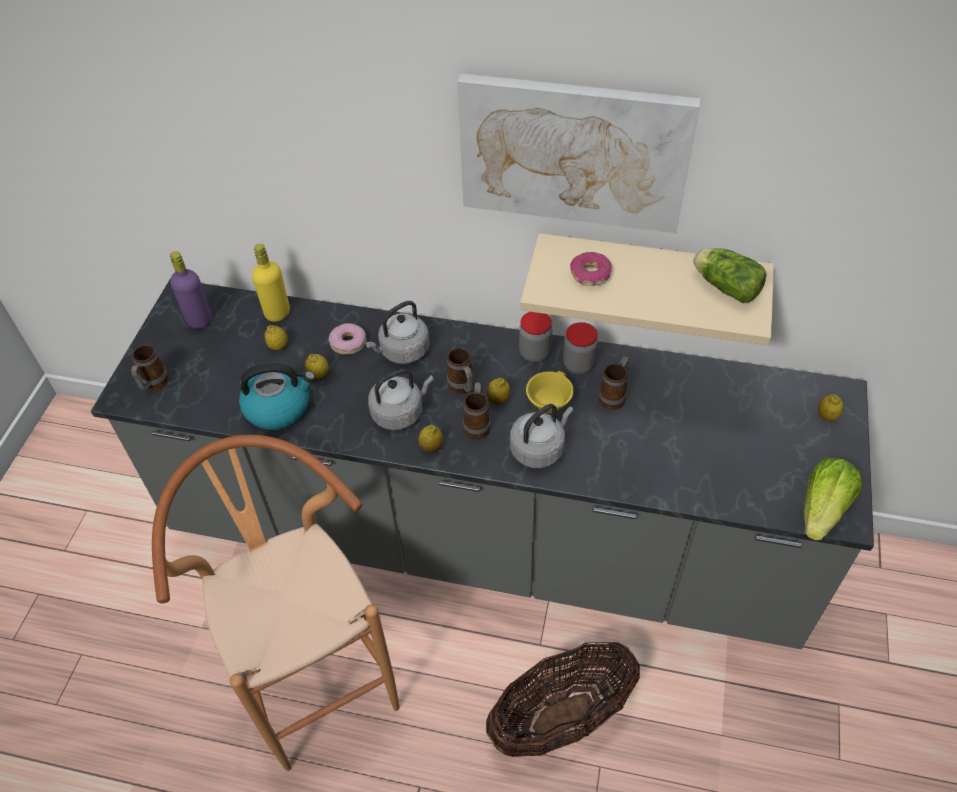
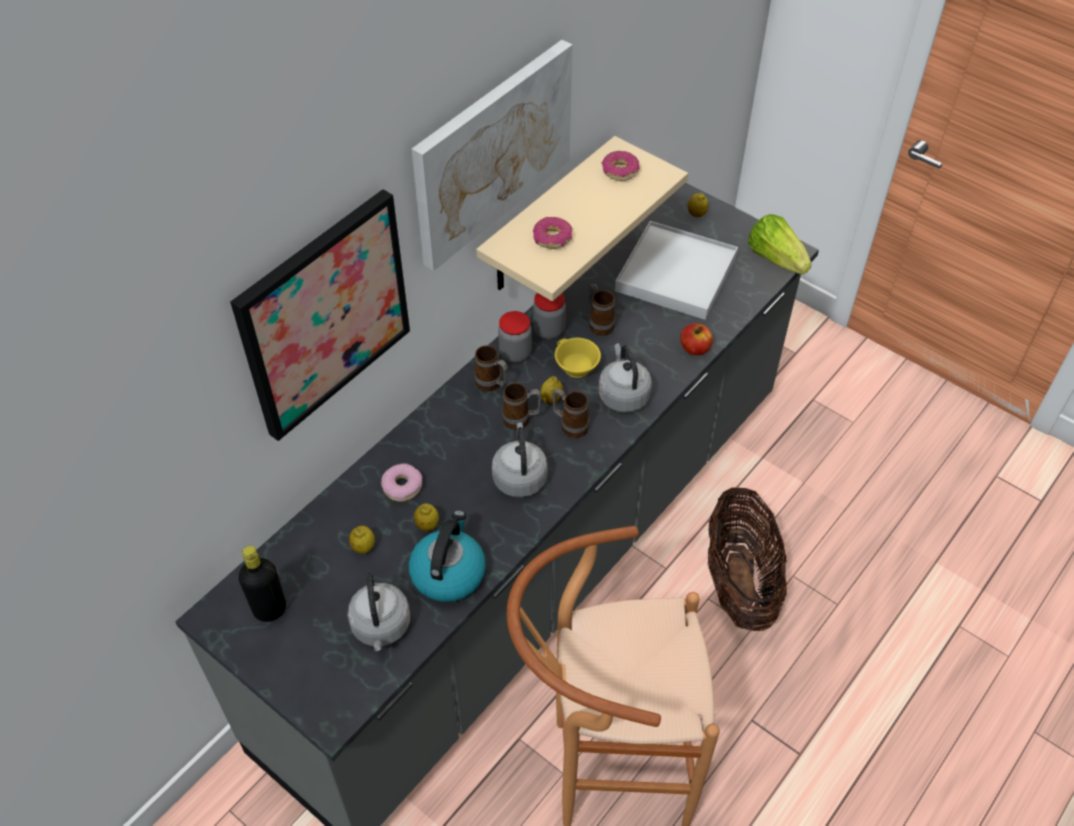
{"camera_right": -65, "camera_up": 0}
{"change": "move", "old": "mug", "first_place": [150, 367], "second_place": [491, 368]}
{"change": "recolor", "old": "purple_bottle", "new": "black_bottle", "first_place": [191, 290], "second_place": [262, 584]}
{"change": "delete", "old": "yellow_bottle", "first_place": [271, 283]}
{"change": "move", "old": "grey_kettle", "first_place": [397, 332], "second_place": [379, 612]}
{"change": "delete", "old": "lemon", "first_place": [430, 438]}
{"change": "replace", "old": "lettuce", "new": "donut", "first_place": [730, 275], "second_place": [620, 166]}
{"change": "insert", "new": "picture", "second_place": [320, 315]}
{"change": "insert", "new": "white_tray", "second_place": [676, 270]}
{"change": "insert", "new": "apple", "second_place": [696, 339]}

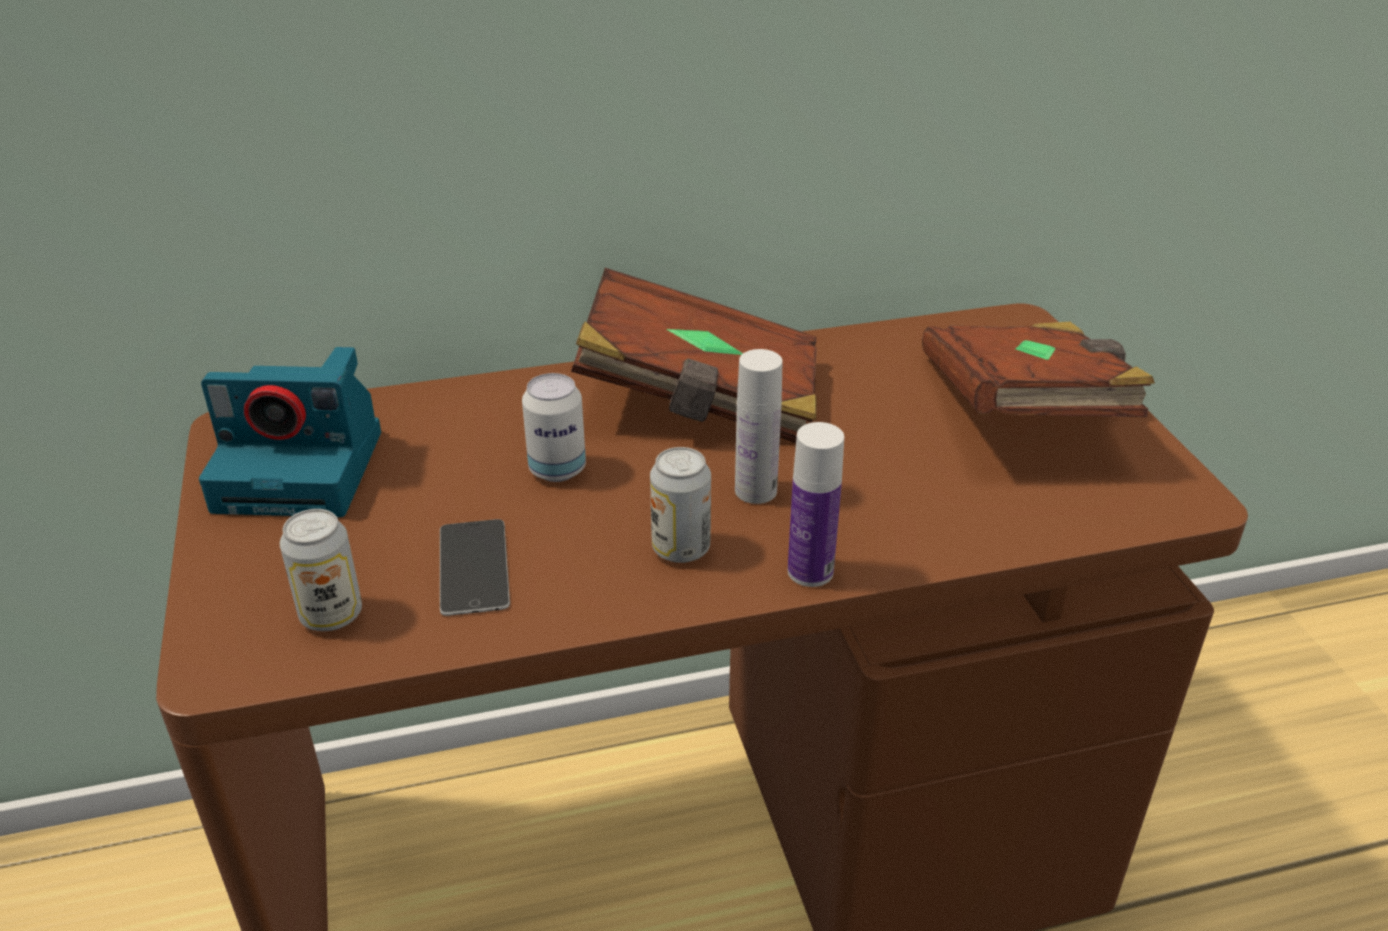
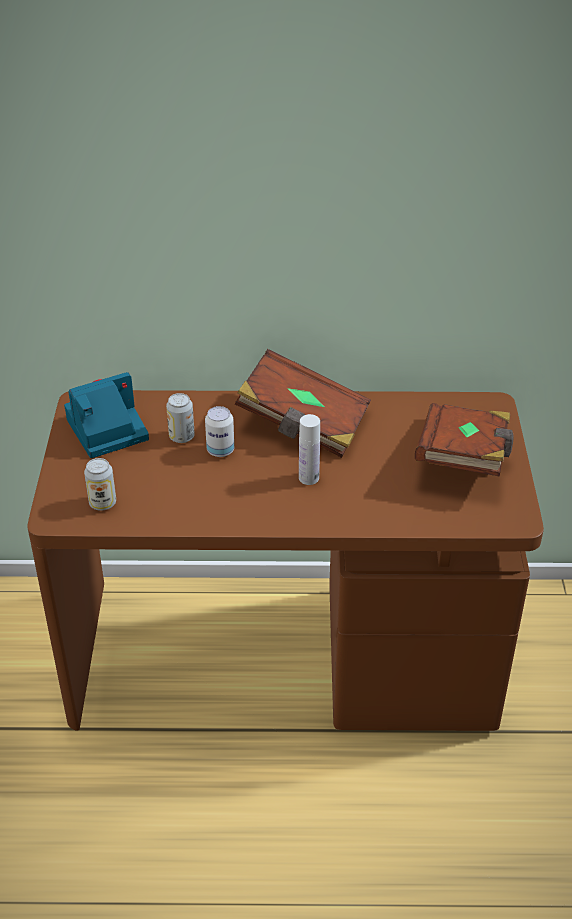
{"camera_right": 15, "camera_up": 5}
{"change": "rotate", "old": "photo_camera", "first_place": [290, 432], "second_place": [106, 415], "degrees": 135}
{"change": "delete", "old": "phone", "first_place": [475, 567]}
{"change": "move", "old": "can", "first_place": [680, 505], "second_place": [180, 418]}
{"change": "delete", "old": "bottle", "first_place": [816, 504]}

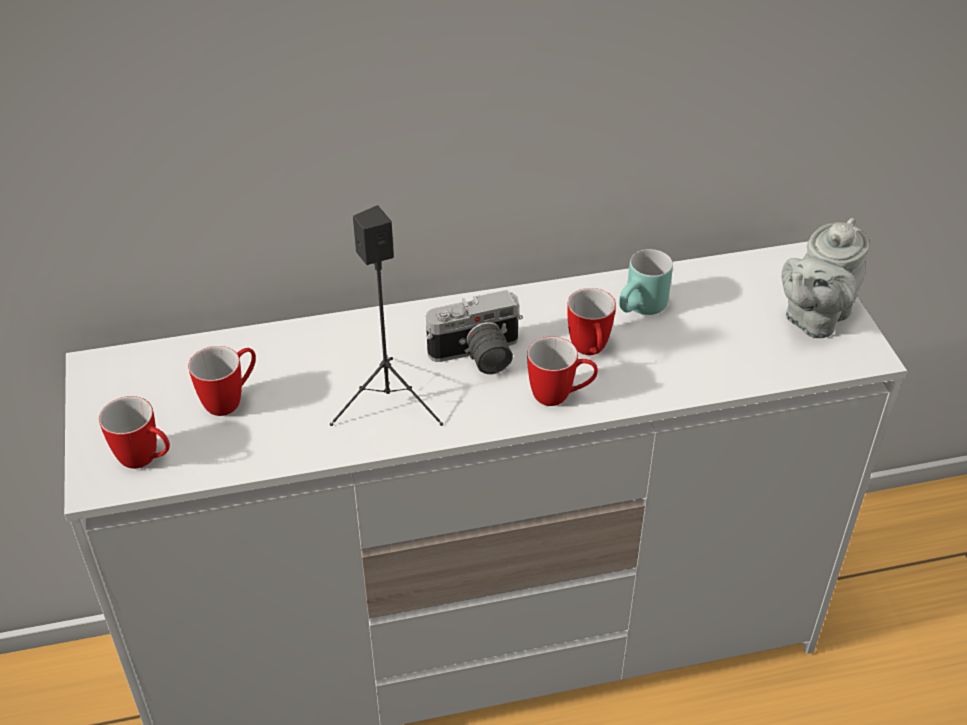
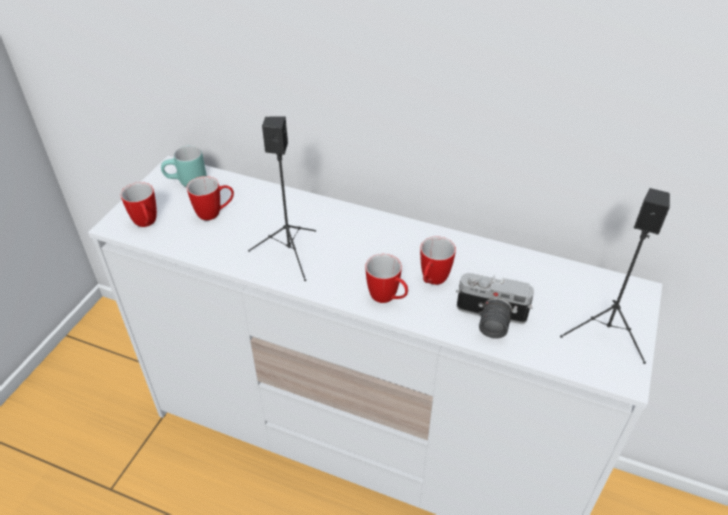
{"camera_right": 35, "camera_up": 0}
{"change": "move", "old": "photo_camera", "first_place": [474, 332], "second_place": [495, 306]}
{"change": "move", "old": "turquoise_mug", "first_place": [646, 282], "second_place": [184, 166]}
{"change": "replace", "old": "grey_teapot", "new": "black_speaker", "first_place": [825, 278], "second_place": [615, 276]}

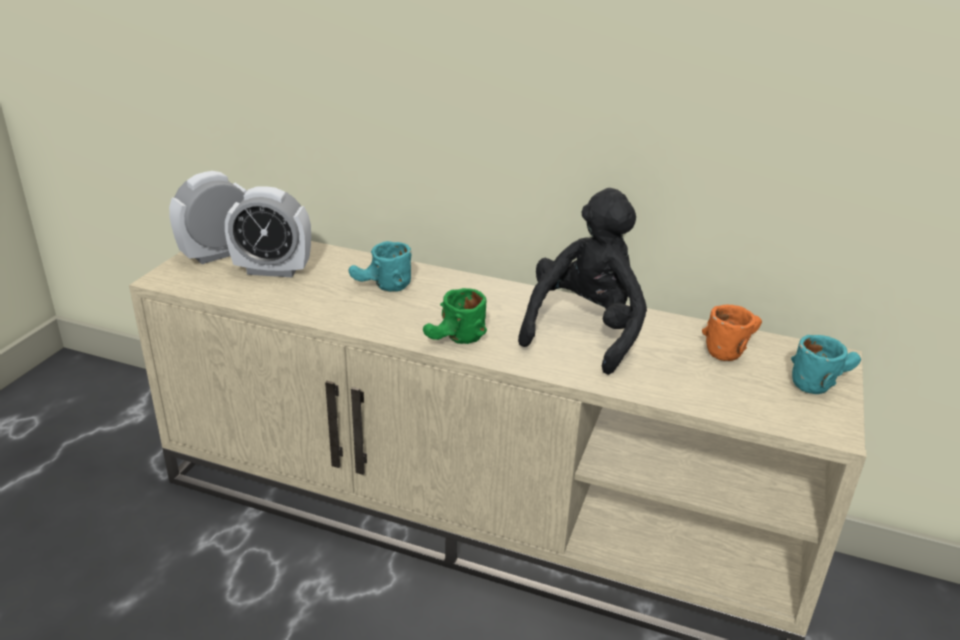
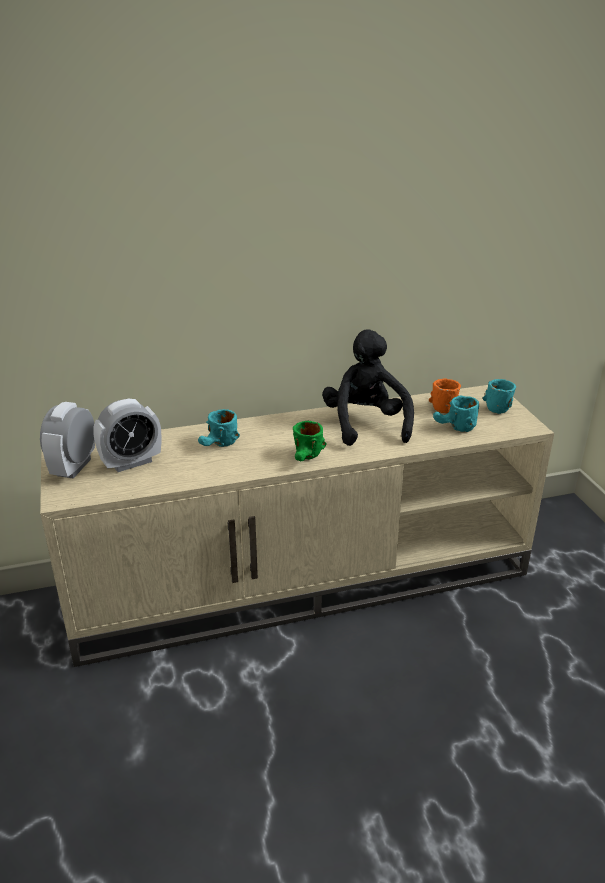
{"camera_right": -35, "camera_up": 0}
{"change": "insert", "new": "turquoise_mug", "second_place": [456, 414]}

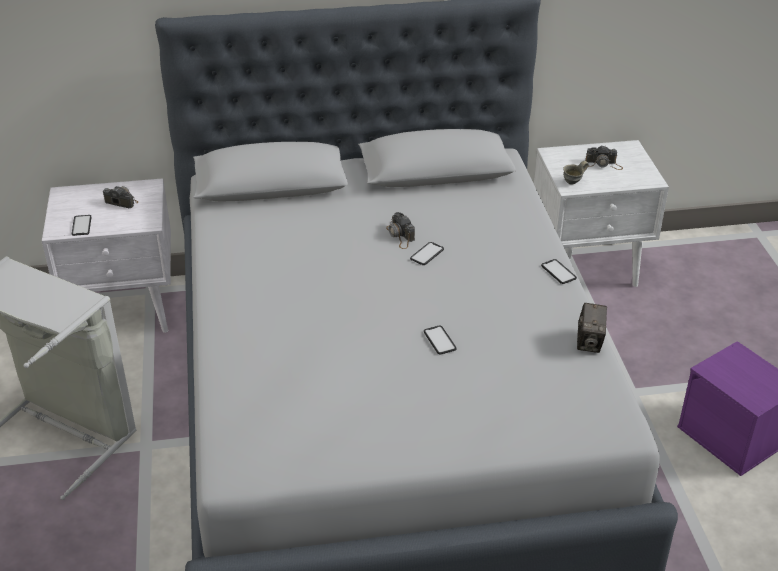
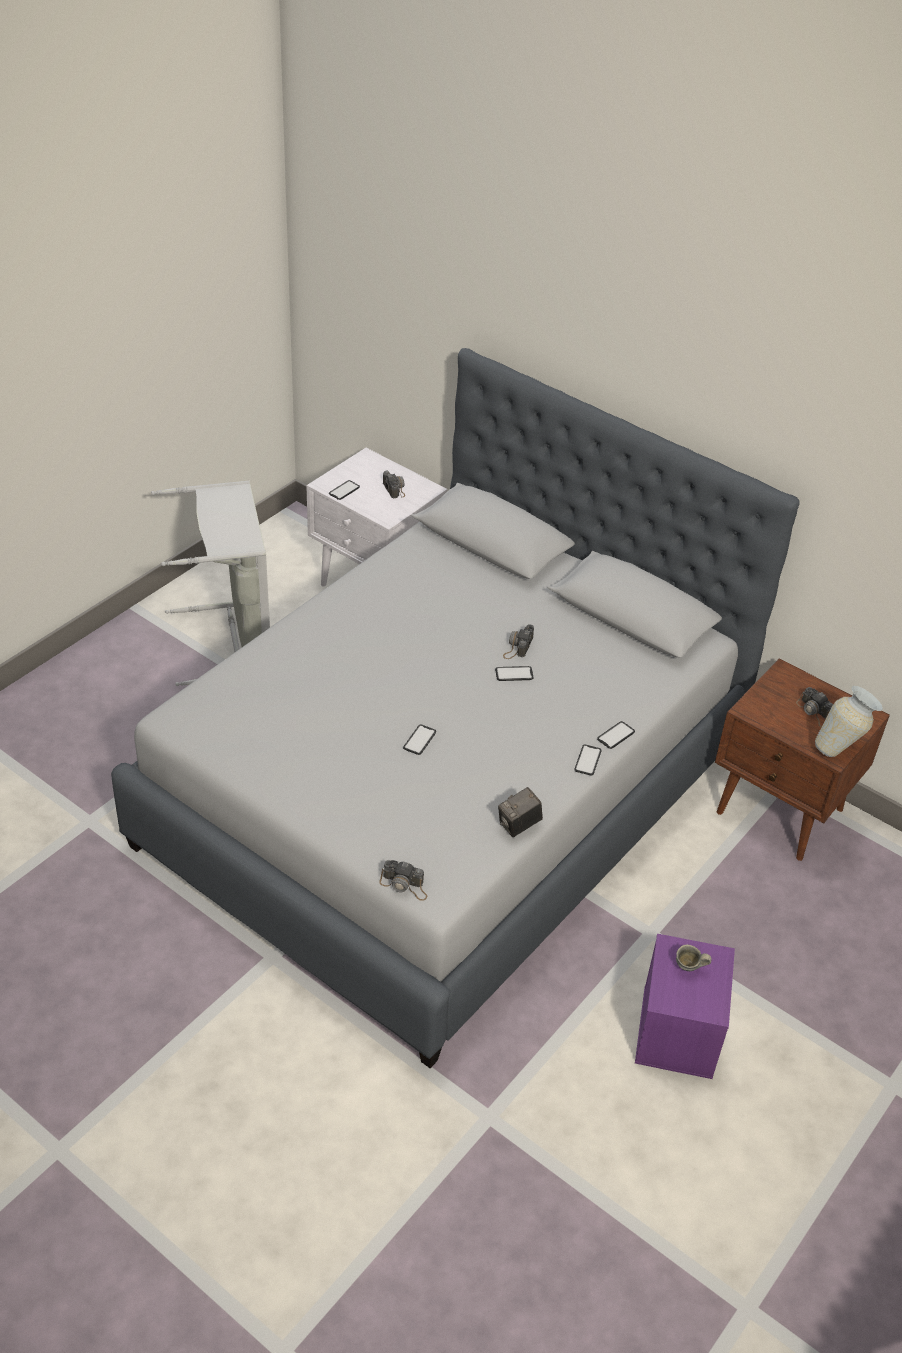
{"camera_right": 45, "camera_up": 5}
{"change": "recolor", "old": "white_nightstand", "new": "brown_nightstand", "first_place": [601, 213], "second_place": [802, 759]}
{"change": "move", "old": "grey_mug", "first_place": [575, 173], "second_place": [693, 957]}
{"change": "insert", "new": "photo_camera", "second_place": [403, 880]}
{"change": "insert", "new": "phone", "second_place": [616, 735]}
{"change": "insert", "new": "vase", "second_place": [849, 721]}

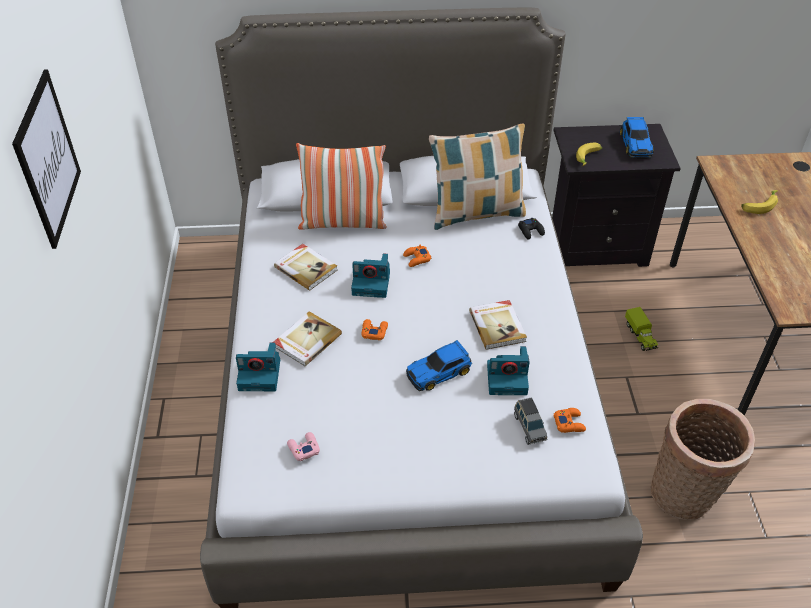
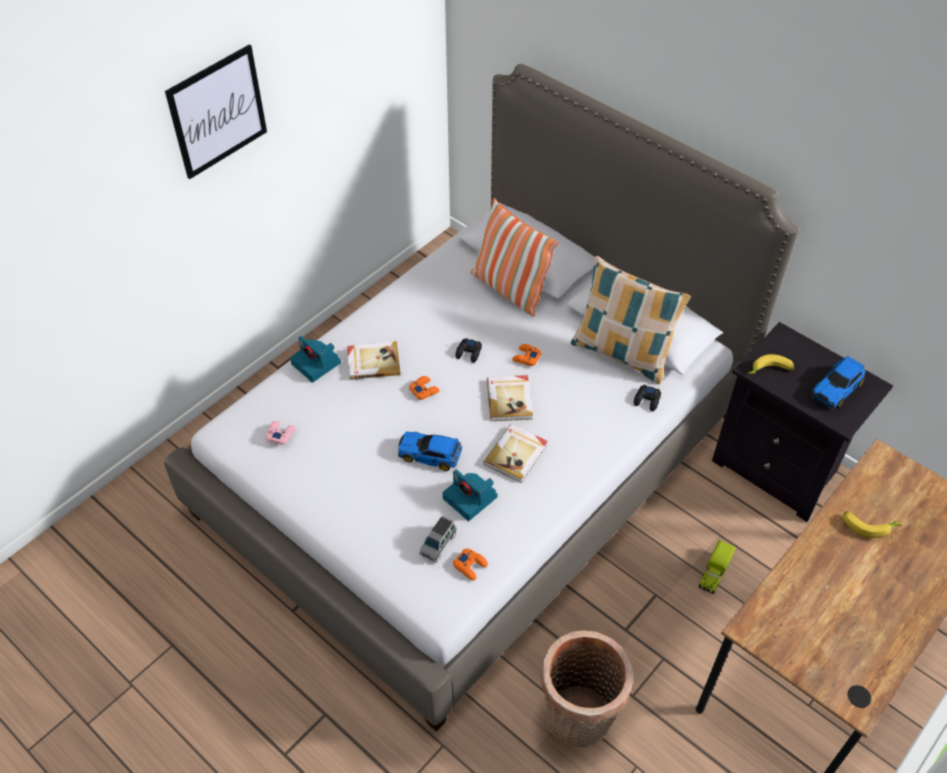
{"camera_right": 45, "camera_up": 5}
{"change": "move", "old": "book", "first_place": [305, 267], "second_place": [510, 398]}
{"change": "replace", "old": "photo_camera", "new": "black_game_controller", "first_place": [370, 276], "second_place": [468, 350]}

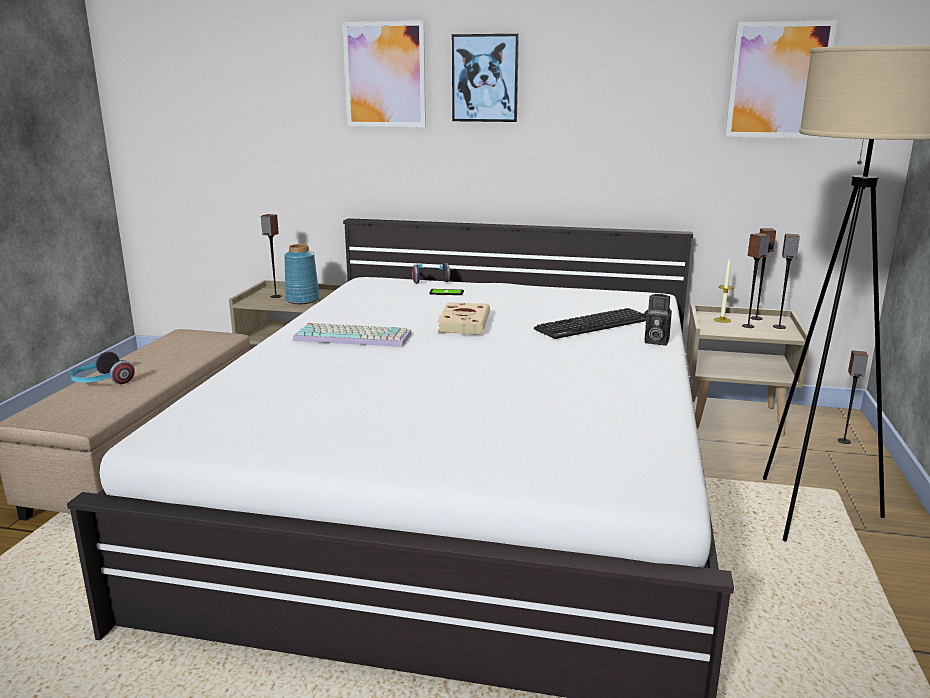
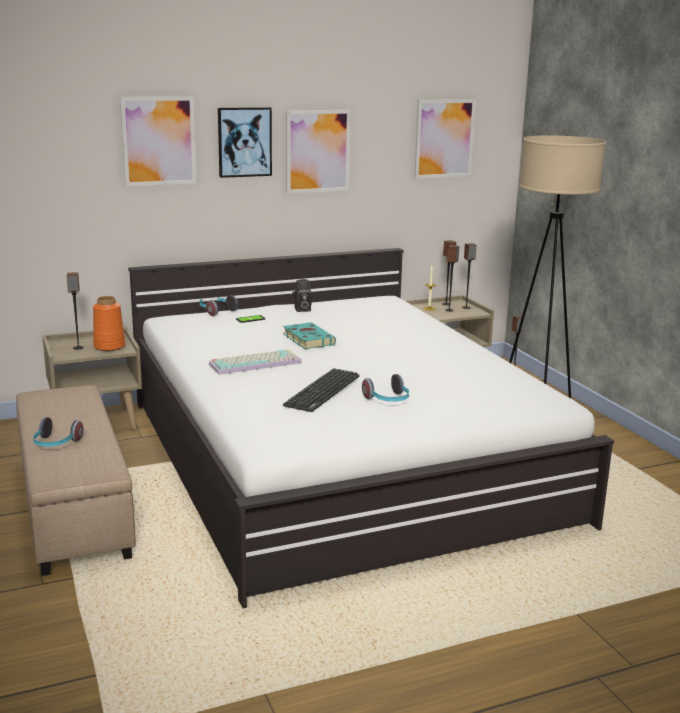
{"camera_right": -35, "camera_up": 0}
{"change": "recolor", "old": "blue_vase", "new": "orange_vase", "first_place": [302, 274], "second_place": [109, 323]}
{"change": "recolor", "old": "beige_book", "new": "turquoise_book", "first_place": [463, 318], "second_place": [309, 335]}
{"change": "move", "old": "keyboard", "first_place": [590, 323], "second_place": [321, 390]}
{"change": "move", "old": "photo_camera", "first_place": [658, 320], "second_place": [302, 295]}
{"change": "insert", "new": "picture", "second_place": [318, 151]}
{"change": "insert", "new": "headphones", "second_place": [385, 388]}

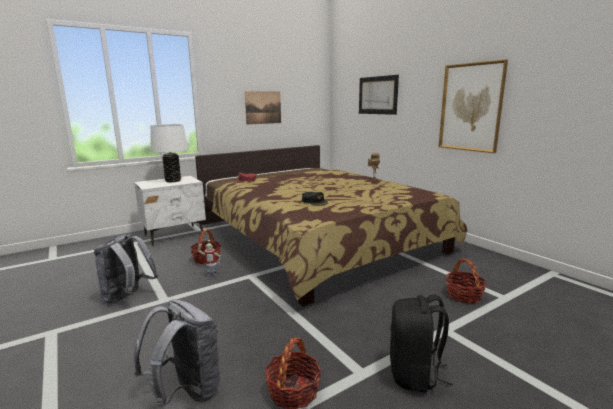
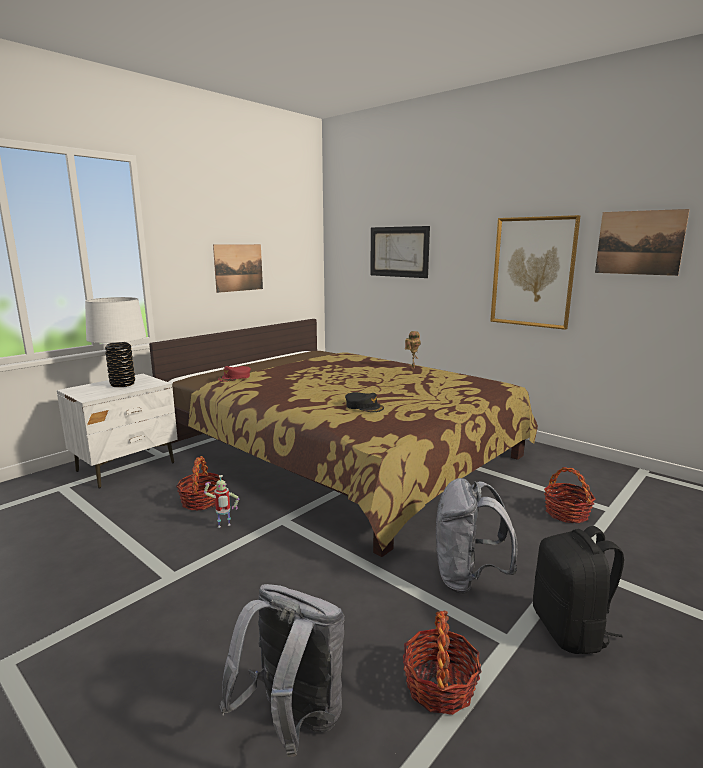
{"camera_right": -15, "camera_up": 0}
{"change": "move", "old": "grey_backpack", "first_place": [126, 269], "second_place": [476, 536]}
{"change": "insert", "new": "picture", "second_place": [642, 242]}

